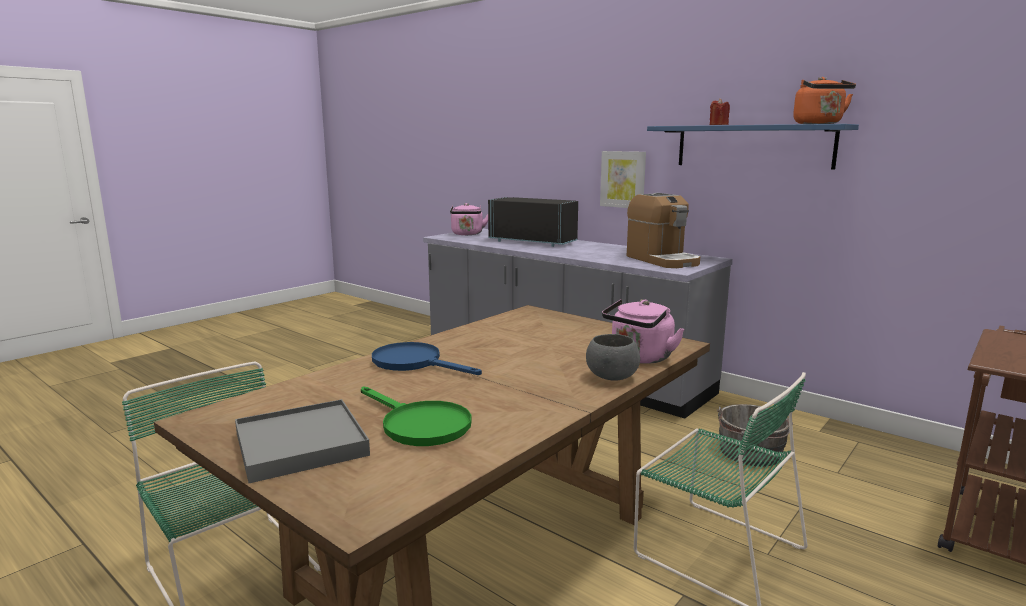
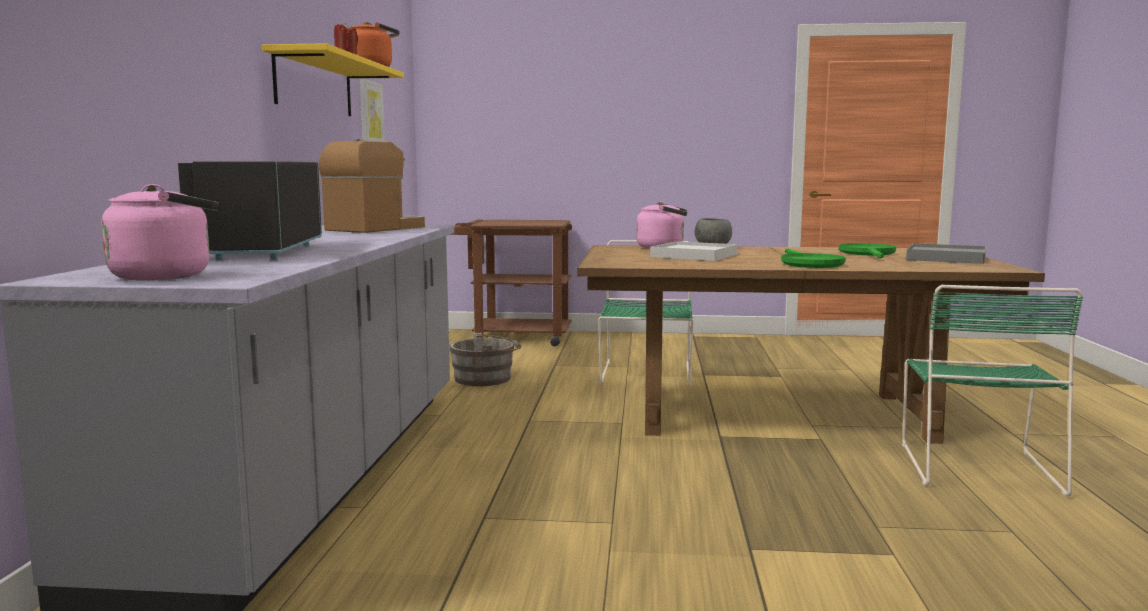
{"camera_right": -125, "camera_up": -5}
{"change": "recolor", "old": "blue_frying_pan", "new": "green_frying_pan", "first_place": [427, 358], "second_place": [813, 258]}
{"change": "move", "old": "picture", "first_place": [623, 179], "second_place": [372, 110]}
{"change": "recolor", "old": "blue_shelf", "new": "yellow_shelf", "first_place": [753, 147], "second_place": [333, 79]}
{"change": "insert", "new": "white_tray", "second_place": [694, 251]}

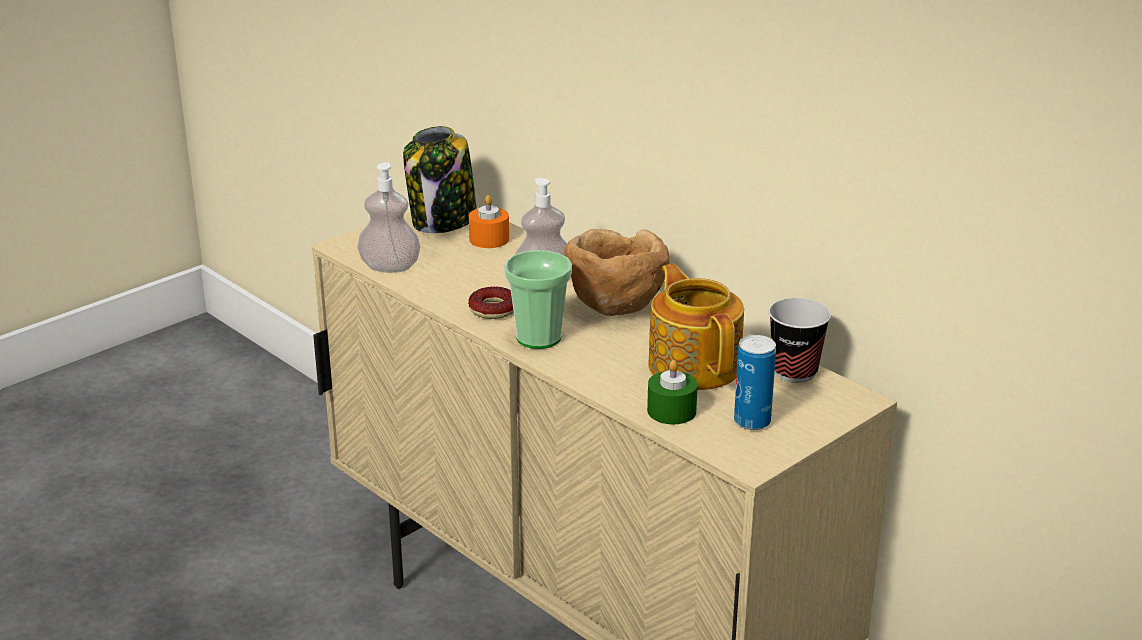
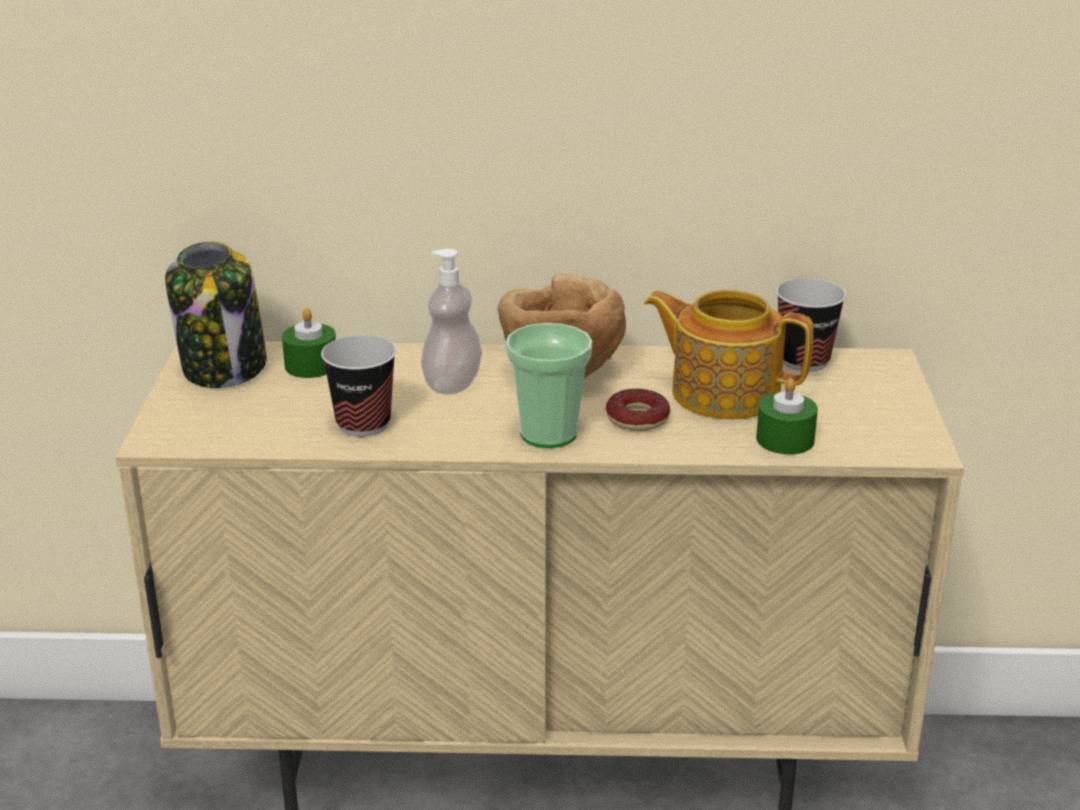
{"camera_right": -45, "camera_up": 0}
{"change": "delete", "old": "soap_dispenser", "first_place": [388, 217]}
{"change": "move", "old": "donut", "first_place": [491, 303], "second_place": [638, 410]}
{"change": "recolor", "old": "orange_candle", "new": "green_candle", "first_place": [489, 221], "second_place": [309, 343]}
{"change": "delete", "old": "can", "first_place": [755, 382]}
{"change": "insert", "new": "cup", "second_place": [358, 385]}

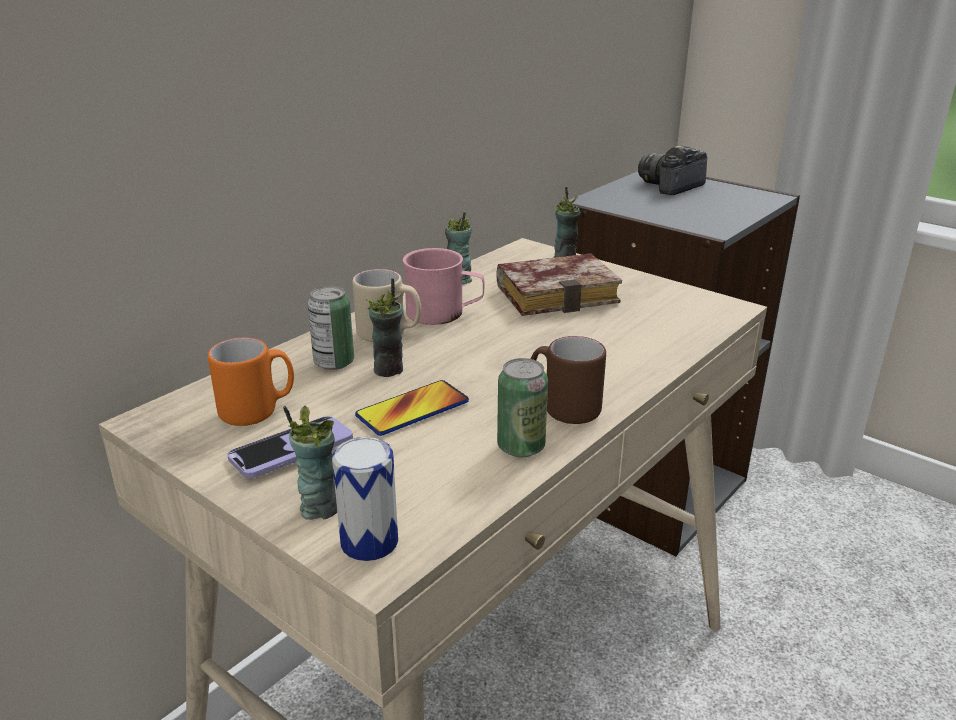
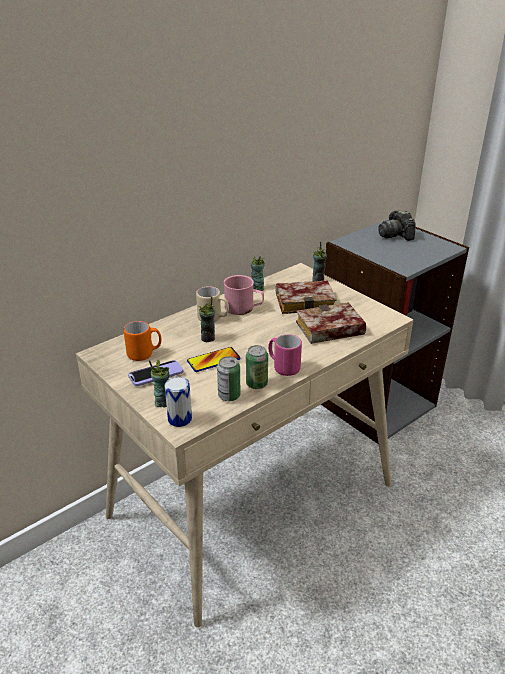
{"camera_right": 10, "camera_up": 5}
{"change": "move", "old": "can", "first_place": [330, 328], "second_place": [228, 378]}
{"change": "recolor", "old": "brown_mug", "new": "pink_mug", "first_place": [568, 380], "second_place": [285, 355]}
{"change": "rotate", "old": "photo_camera", "first_place": [672, 170], "second_place": [397, 225], "degrees": -75}
{"change": "insert", "new": "book", "second_place": [331, 323]}

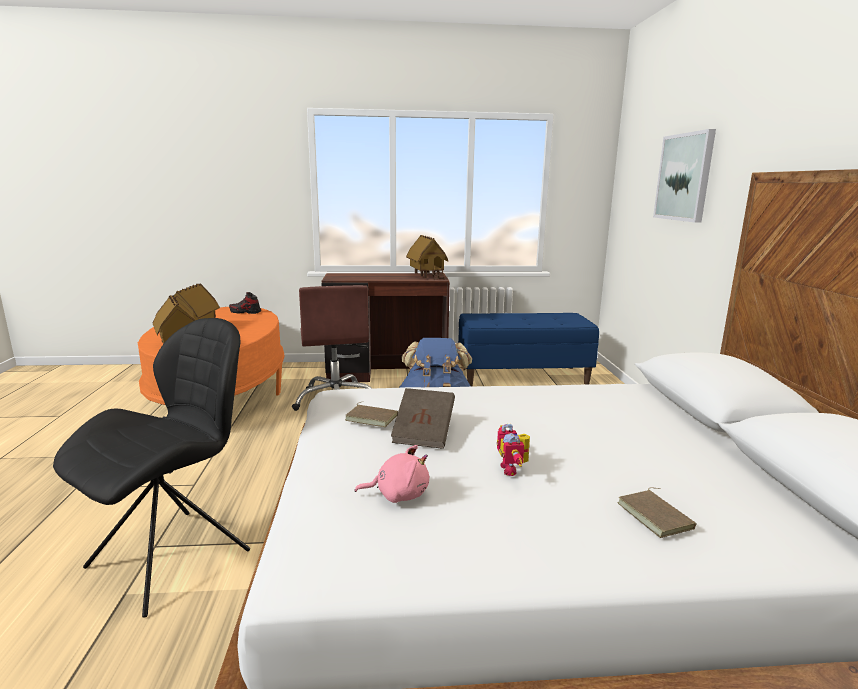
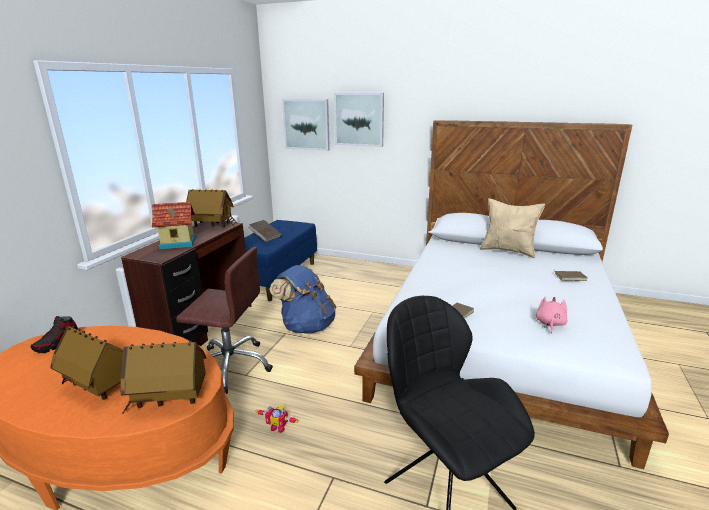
{"camera_right": -65, "camera_up": 5}
{"change": "move", "old": "brown_book", "first_place": [423, 418], "second_place": [264, 231]}
{"change": "move", "old": "toy_robot", "first_place": [513, 450], "second_place": [277, 419]}
{"change": "insert", "new": "toy_house", "second_place": [174, 225]}
{"change": "insert", "new": "picture", "second_place": [306, 125]}
{"change": "insert", "new": "beige_pillow", "second_place": [512, 228]}

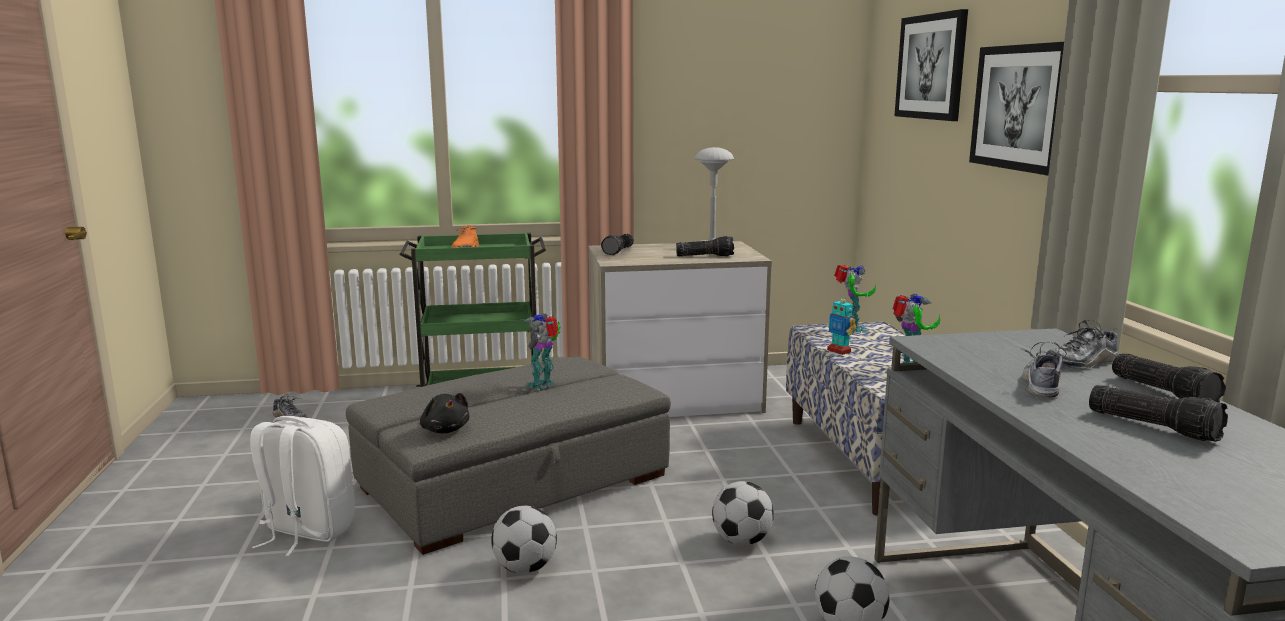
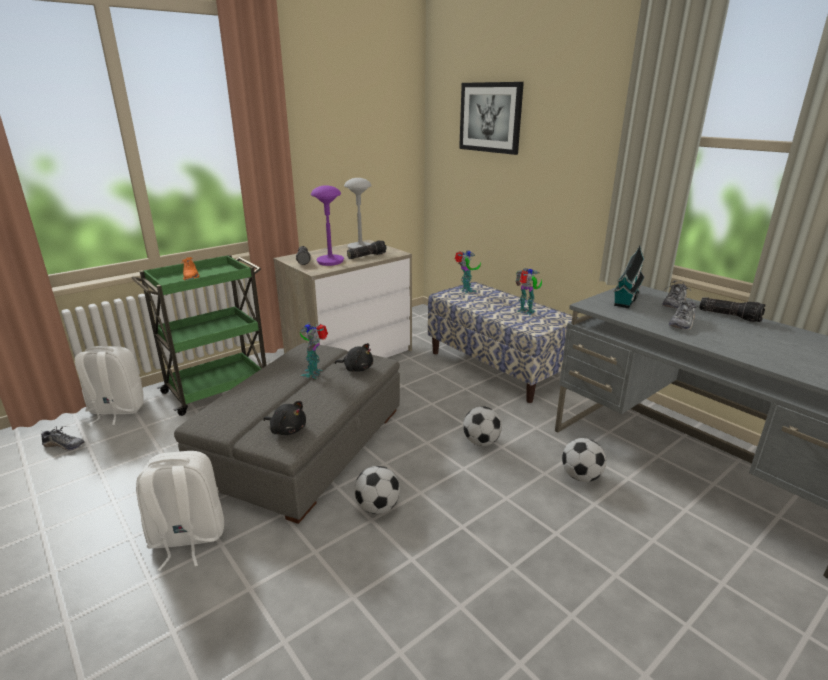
{"camera_right": -30, "camera_up": 10}
{"change": "delete", "old": "toy_robot", "first_place": [841, 324]}
{"change": "delete", "old": "picture", "first_place": [1016, 109]}
{"change": "rotate", "old": "shoe", "first_place": [1047, 369], "second_place": [684, 314], "degrees": -135}
{"change": "delete", "old": "flashlight", "first_place": [1158, 413]}
{"change": "insert", "new": "white_backpack", "second_place": [109, 385]}
{"change": "insert", "new": "purple_table_lamp", "second_place": [327, 225]}
{"change": "insert", "new": "black_plush_toy", "second_place": [354, 357]}
{"change": "insert", "new": "toy_house", "second_place": [629, 276]}

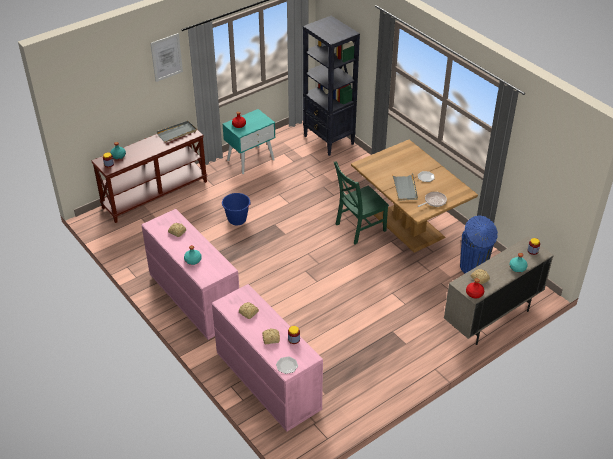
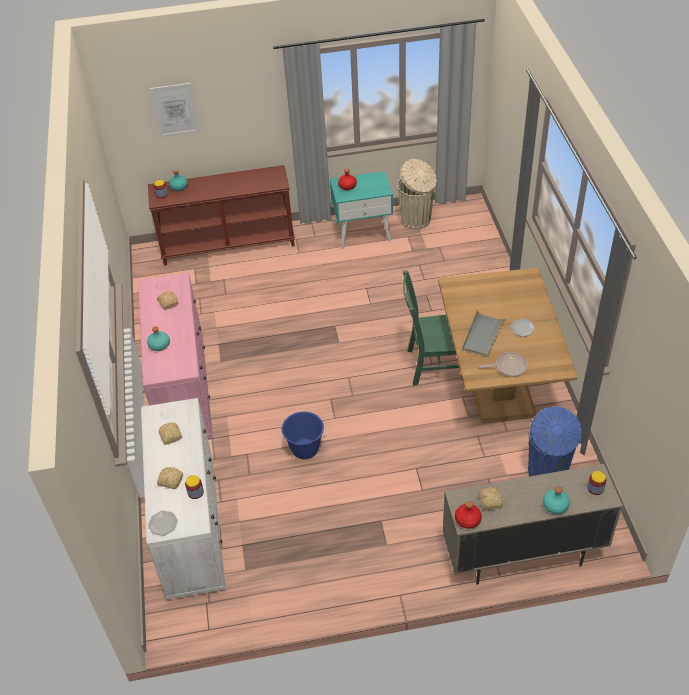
{"camera_right": 30, "camera_up": 5}
{"change": "move", "old": "picture", "first_place": [166, 57], "second_place": [175, 110]}
{"change": "delete", "old": "grey_tray", "first_place": [177, 131]}
{"change": "recolor", "old": "pink_dresser", "new": "white_dresser", "first_place": [267, 358], "second_place": [183, 499]}
{"change": "move", "old": "blue_bucket", "first_place": [236, 209], "second_place": [303, 435]}
{"change": "delete", "old": "black_bookcase", "first_place": [331, 86]}
{"change": "insert", "new": "beige_trash_can", "second_place": [417, 194]}

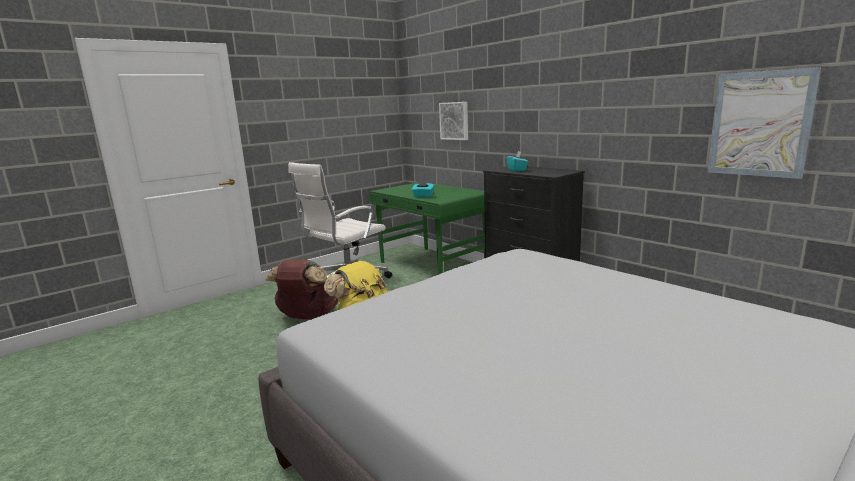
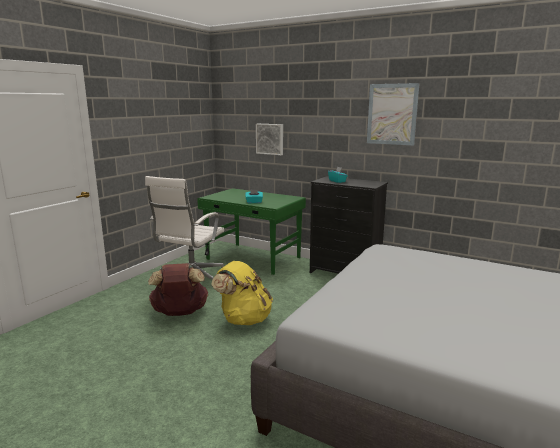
{"camera_right": -20, "camera_up": 0}
{"change": "move", "old": "picture", "first_place": [764, 123], "second_place": [393, 114]}

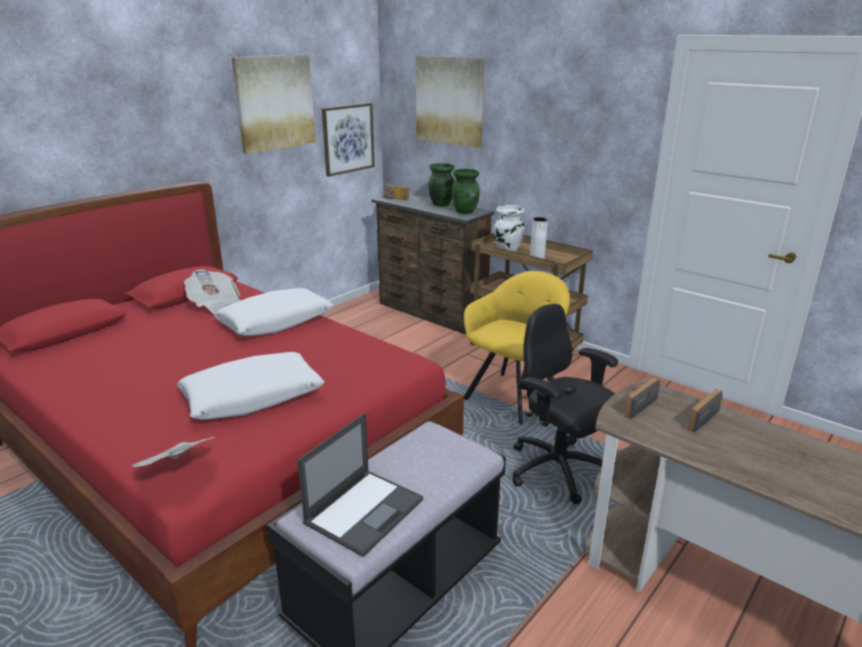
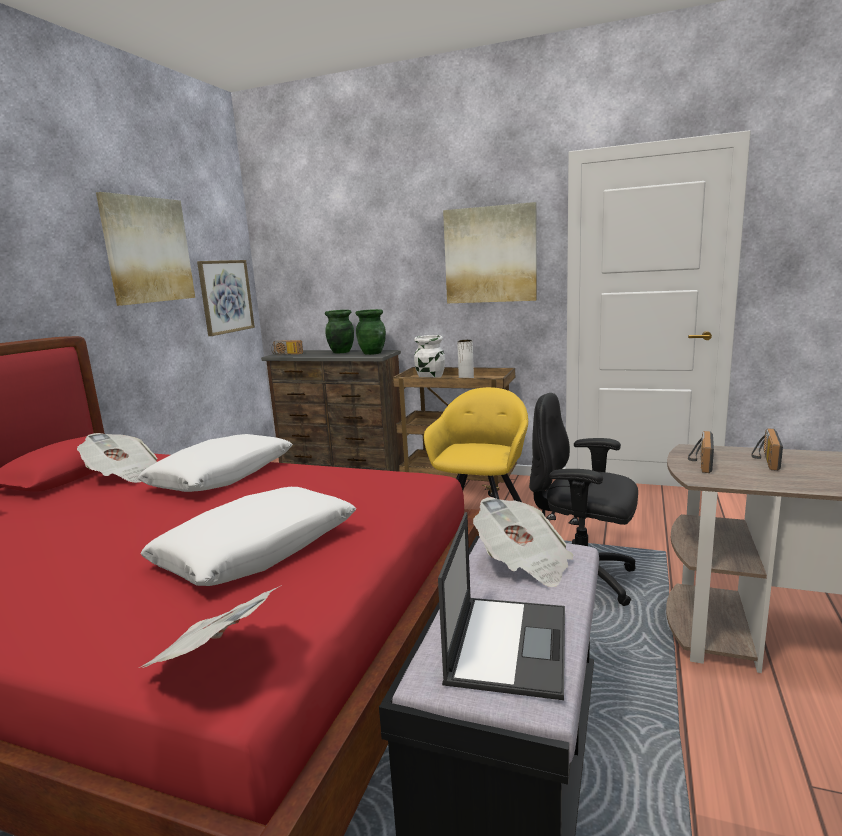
{"camera_right": -20, "camera_up": -10}
{"change": "move", "old": "picture", "first_place": [450, 102], "second_place": [490, 252]}
{"change": "insert", "new": "newspaper", "second_place": [523, 542]}

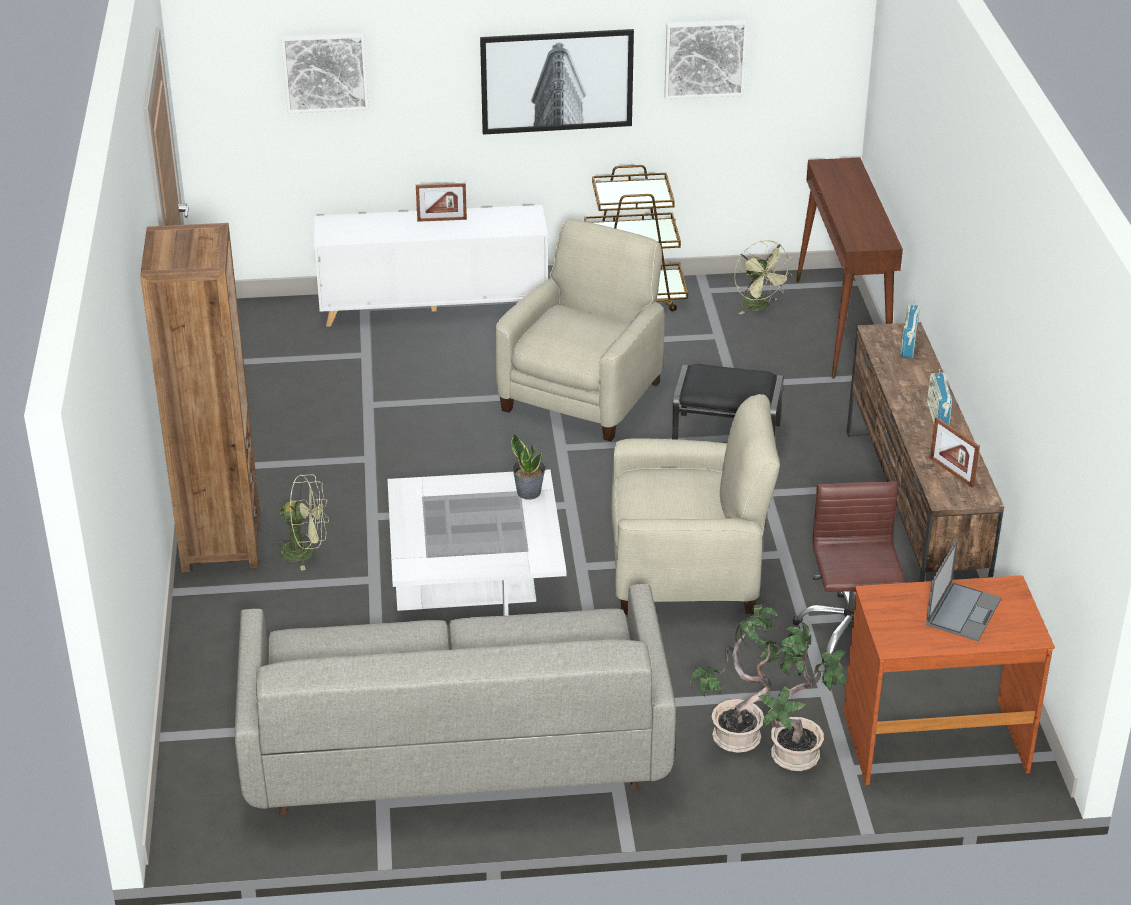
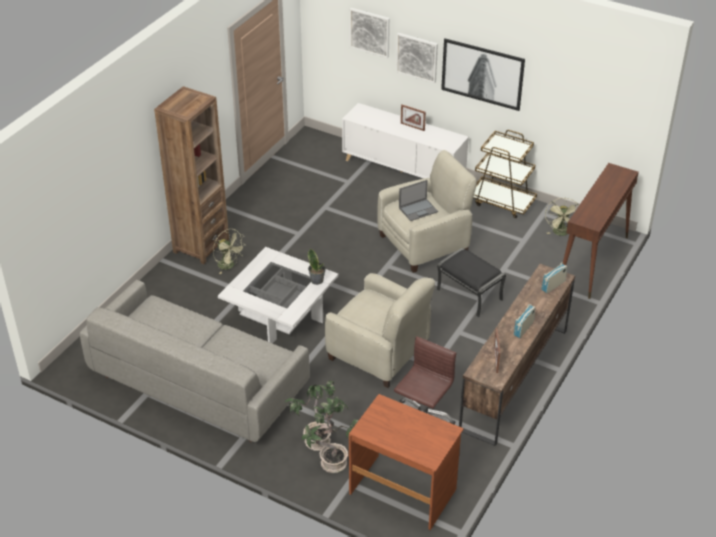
{"camera_right": 35, "camera_up": 5}
{"change": "move", "old": "picture", "first_place": [706, 59], "second_place": [417, 58]}
{"change": "move", "old": "laptop", "first_place": [964, 590], "second_place": [418, 200]}

